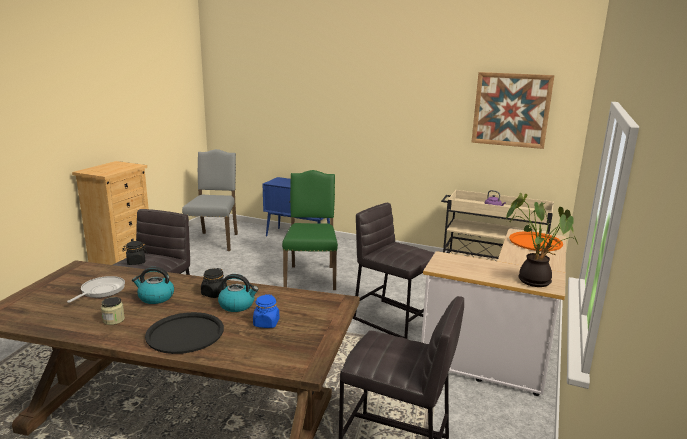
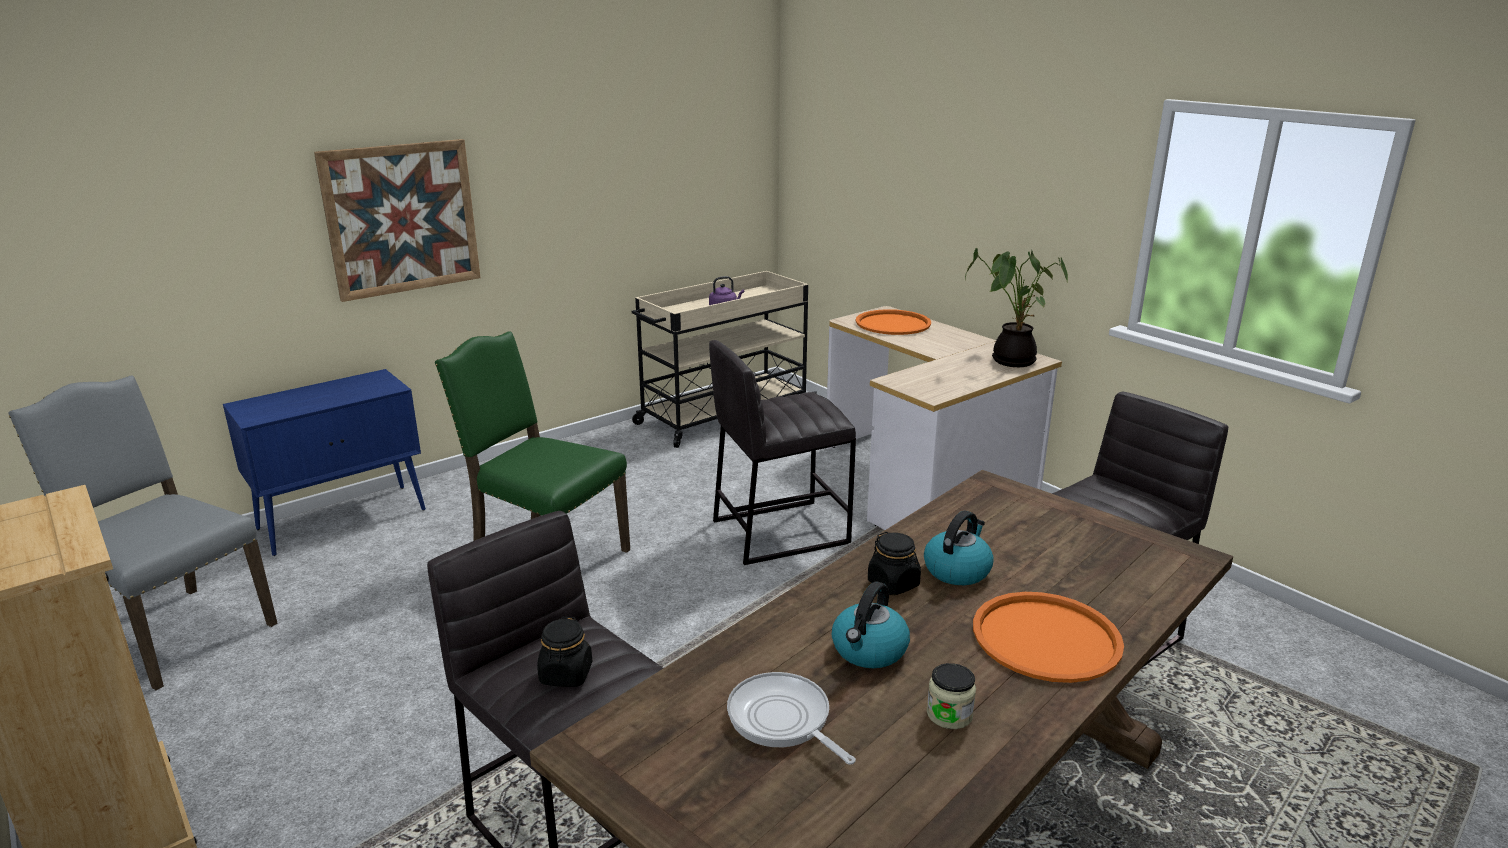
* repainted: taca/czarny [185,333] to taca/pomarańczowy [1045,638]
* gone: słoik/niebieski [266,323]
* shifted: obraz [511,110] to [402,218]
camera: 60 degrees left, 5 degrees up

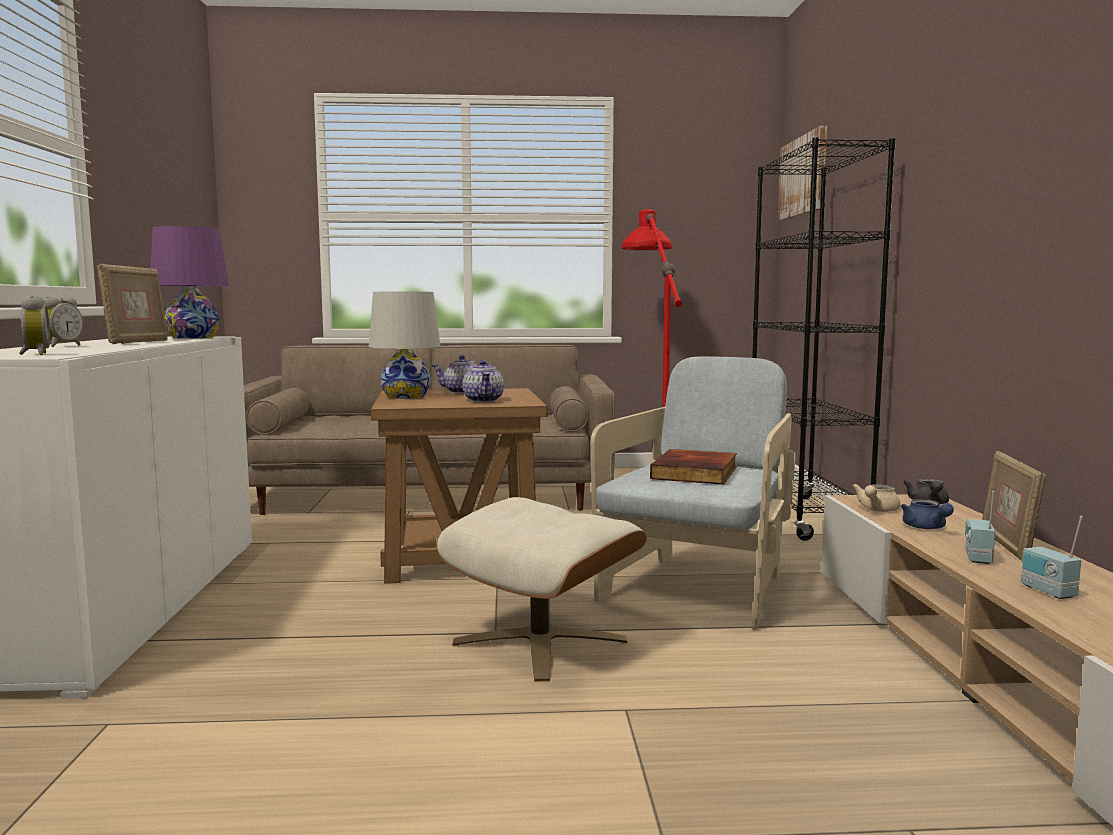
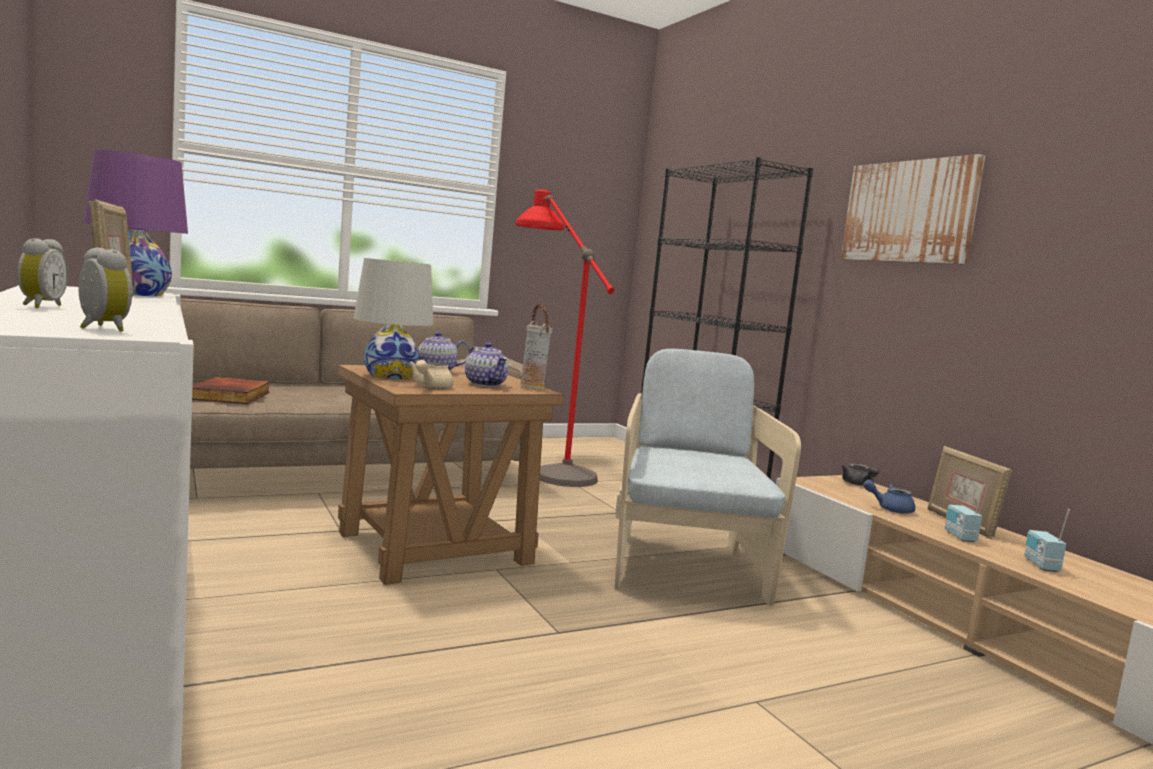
* gone: pufa/beżowy [541,641]
* shifted: książka [696,473] to [231,396]
* shifted: obraz [803,176] to [909,212]
* shifted: imbryk/beżowy [876,509] to [430,387]
* rotated: imbryk/niebieski [926,528] = [889,509] 135 degrees clockwise
* rotated: radio [1047,591] = [1040,565] 45 degrees clockwise
* new: wazon [533,388]
camera: 25 degrees left, 0 degrees up

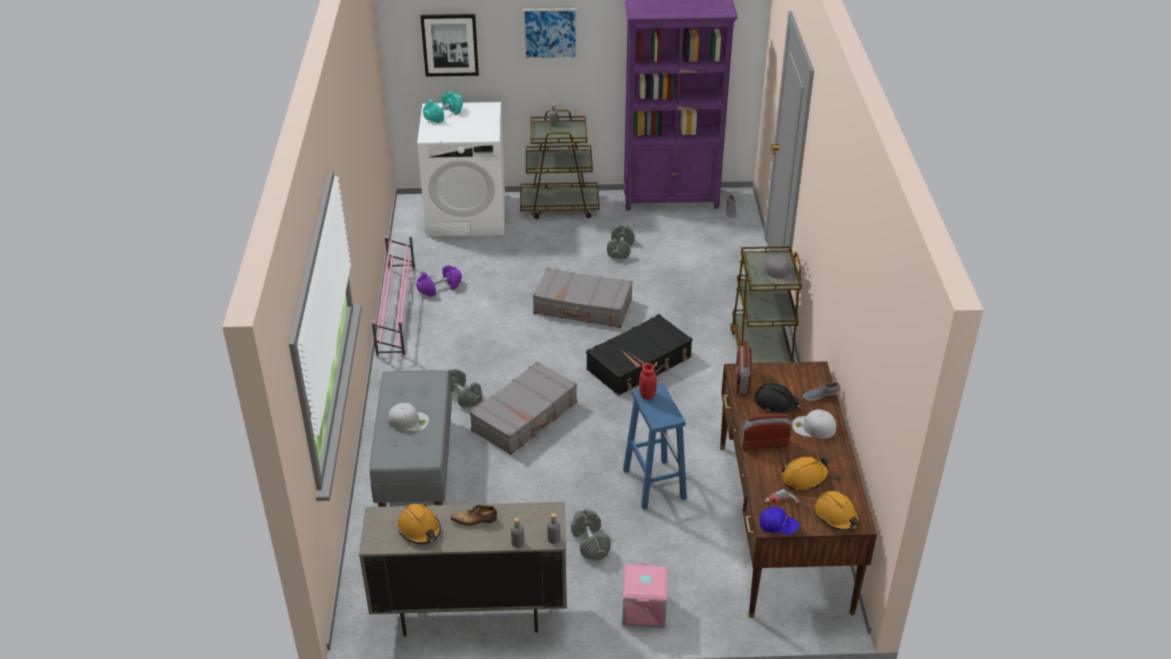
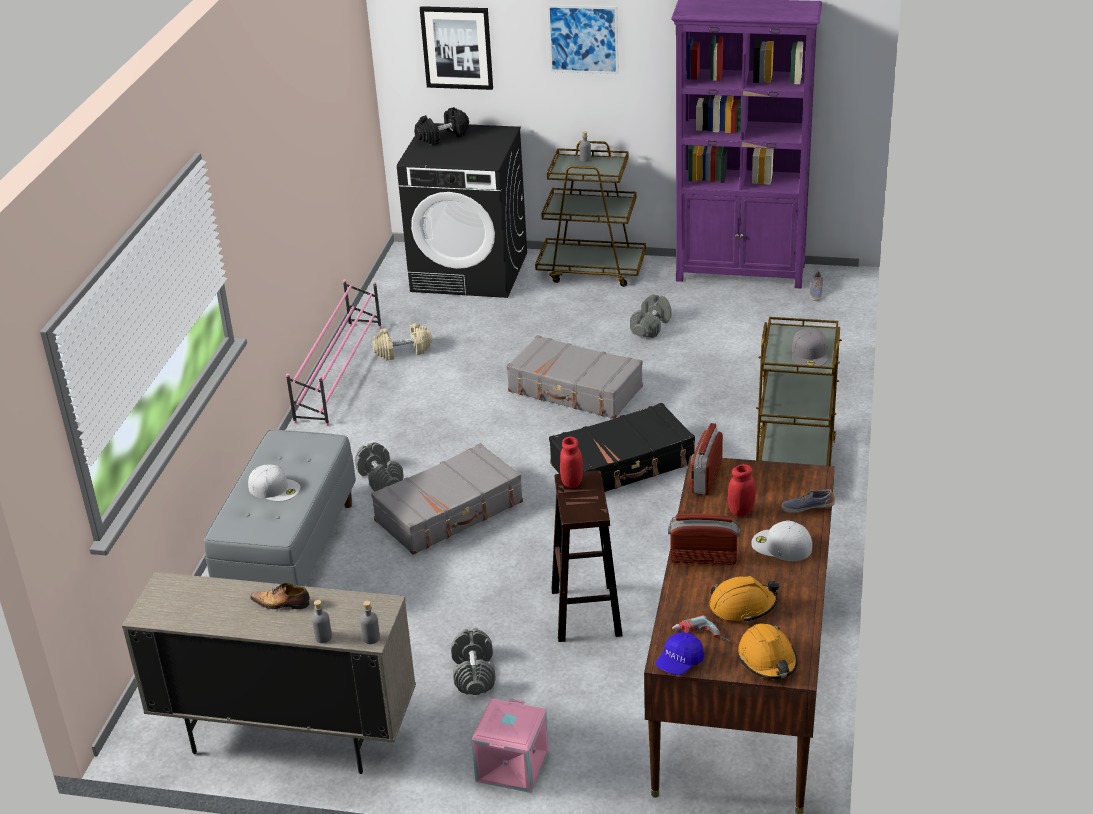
* gone: kask/pomarańczowy [419,529]
* repainted: hantel/fioletowy [439,287] to hantel/beżowy [403,351]
* repainted: pralka/biały [467,215] to pralka/czarny [470,272]
* repainted: hantel/turkusowy [443,115] to hantel/czarny [442,137]
* repainted: stołek/niebieski [653,483] to stołek/brązowy [585,611]
* swapped: kask/czarny [776,404] to słoik/czerwony [741,511]
* rotated: czapka z daszkiem/niebieski [778,526] = [679,663] 90 degrees clockwise
camera: 15 degrees right, 5 degrees down

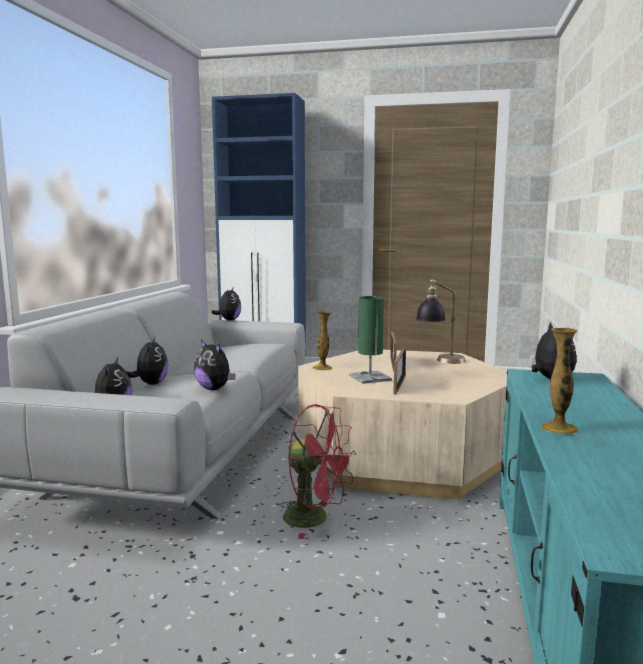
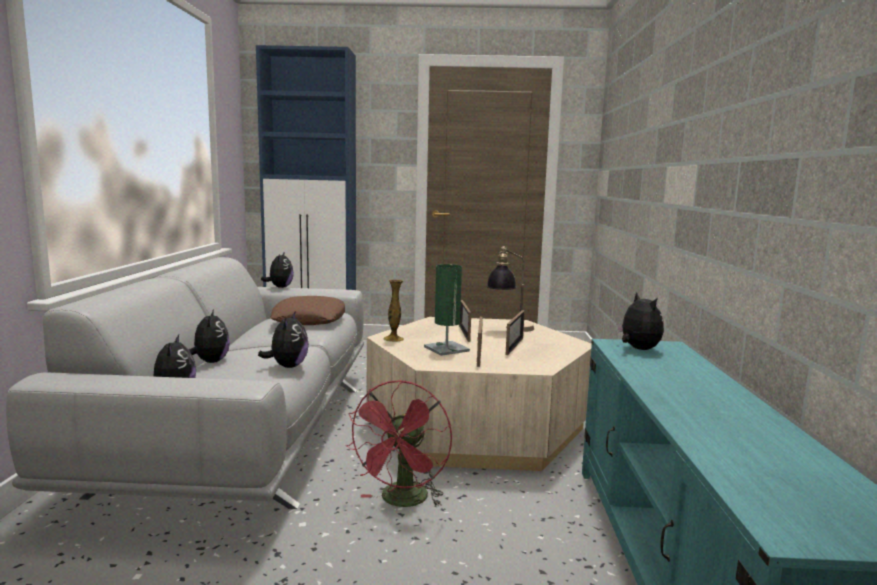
* rotated: pluszak [214,389] = [287,366] 120 degrees counterclockwise
* rotated: wentylator/czerwony [315,519] = [402,502] 90 degrees clockwise
* gone: wazon [559,428]
* new: poduszka/brązowy [309,319]
* new: ramka na zdjęcie [514,346]
camera: 10 degrees left, 0 degrees up

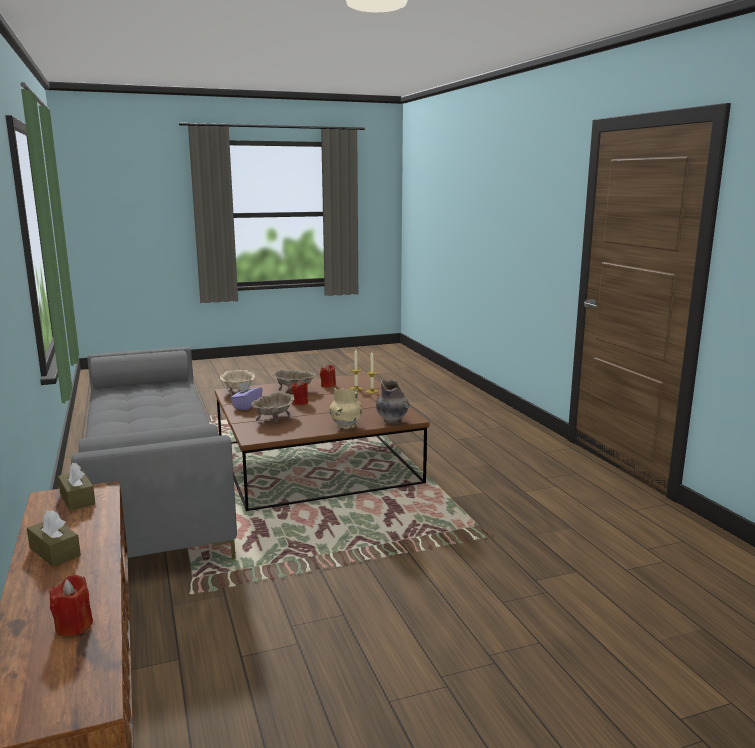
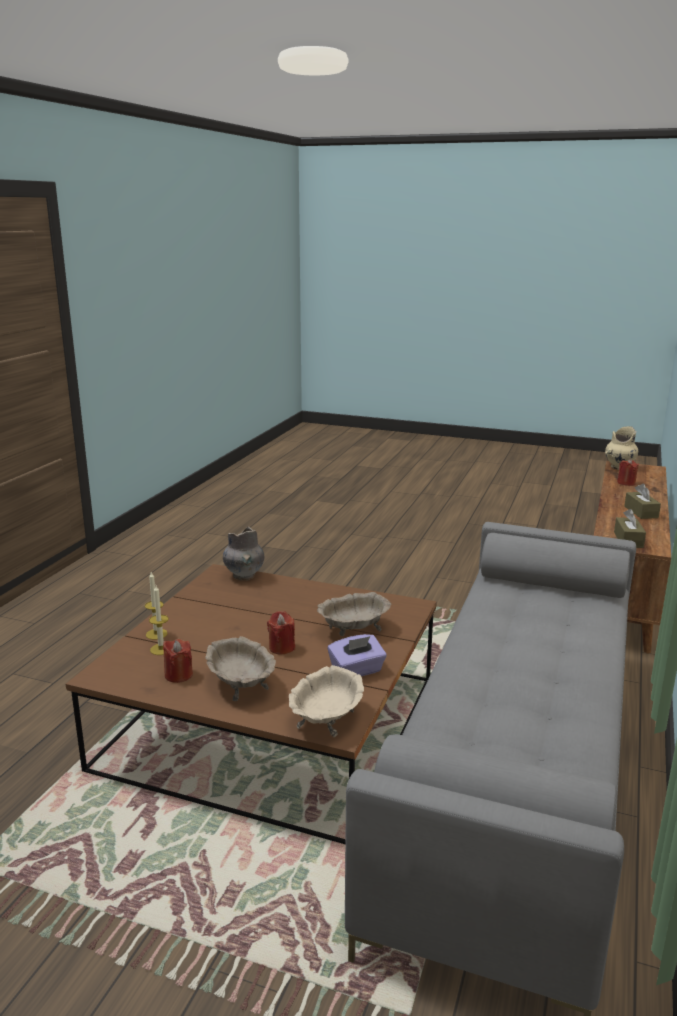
* shifted: wazon/beżowy [346,426] to [619,467]
camera: 140 degrees left, 5 degrees up

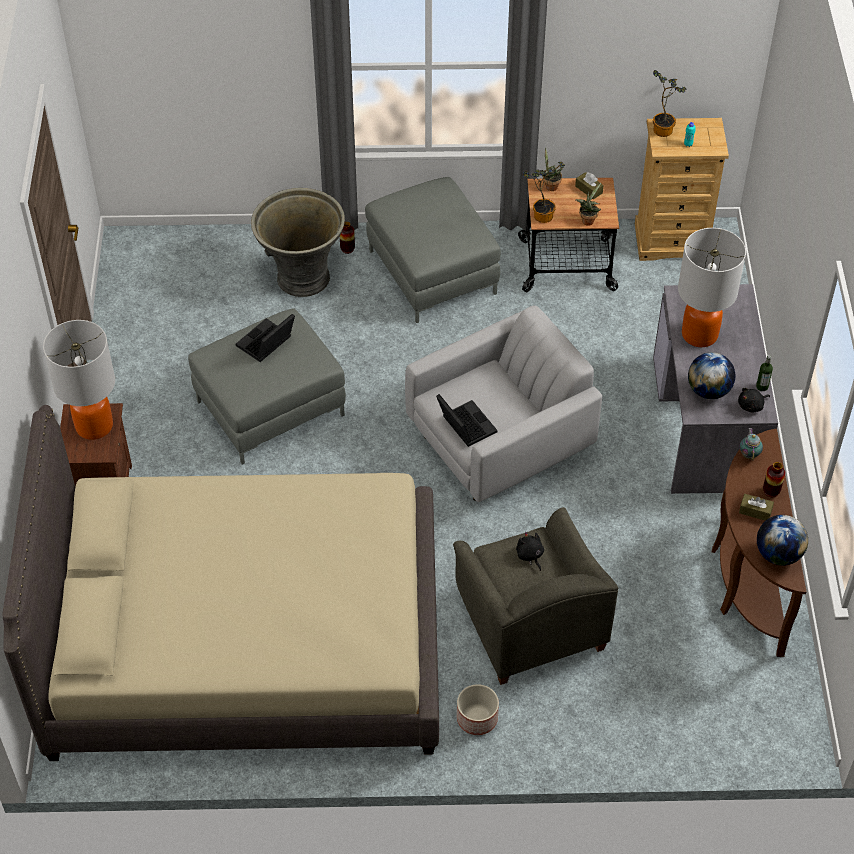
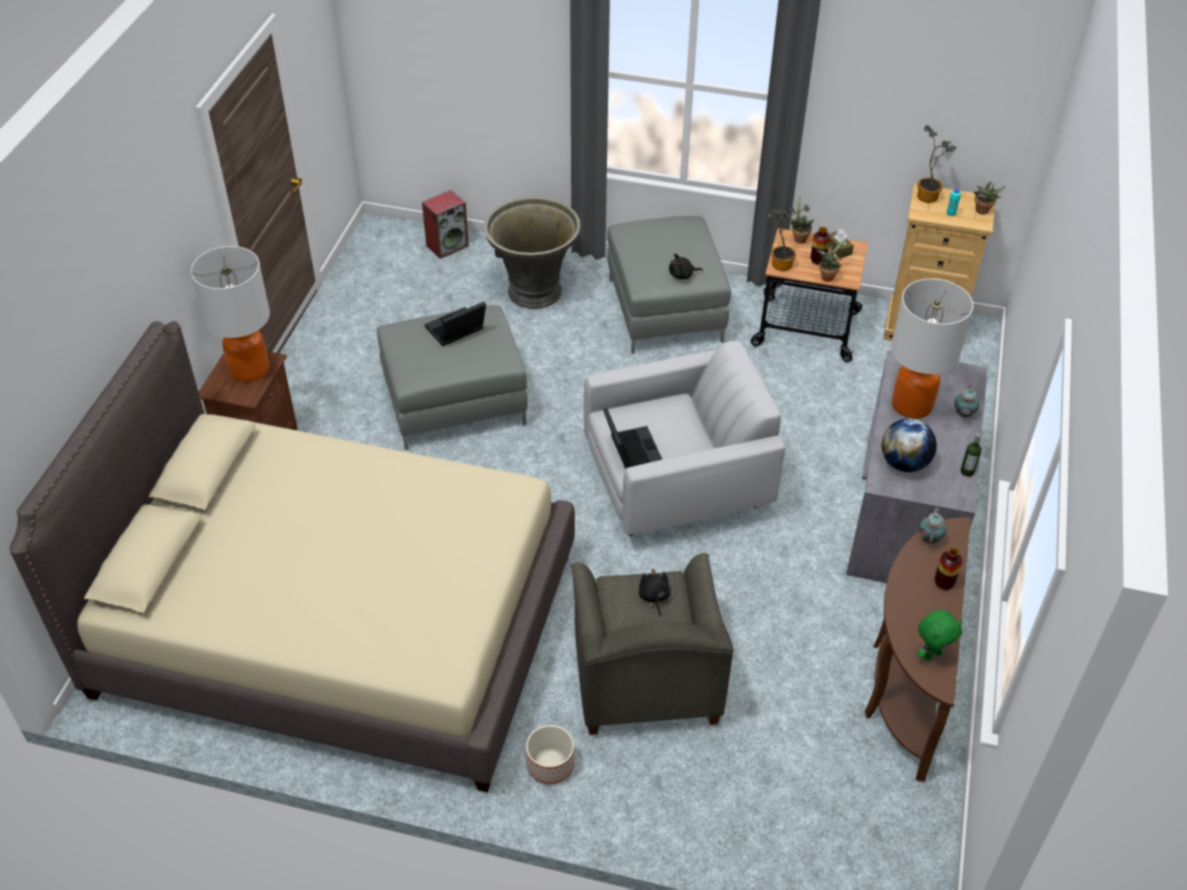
* shifted: wazon [347,249] to [818,260]
* shifted: pluszak/czarny [751,405] to [682,275]
* gone: pudełko chusteczek/brązowy [755,511]
* swapped: globus [778,554] to pluszak/zielony [932,654]
* new: głośnik [447,245]
* new: imbryk [963,415]
* new: roślina doniczkowa [982,212]
camera: 15 degrees right, 5 degrees down

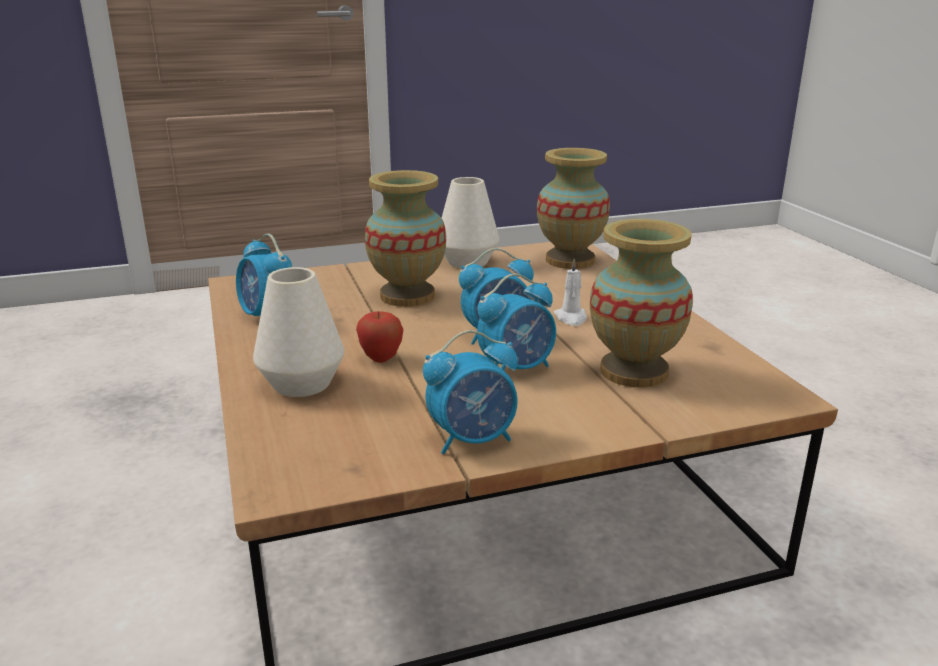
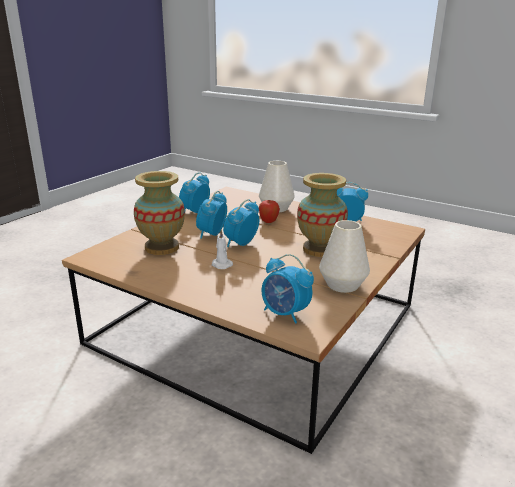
* swapped: wazon [569,260] to budzik [285,313]
camera: 140 degrees right, 0 degrees up

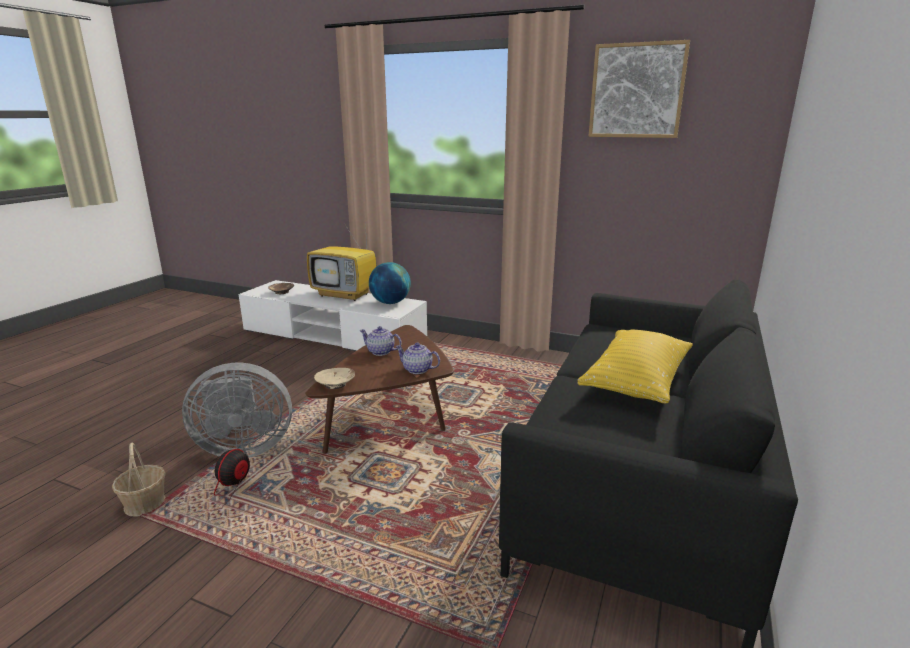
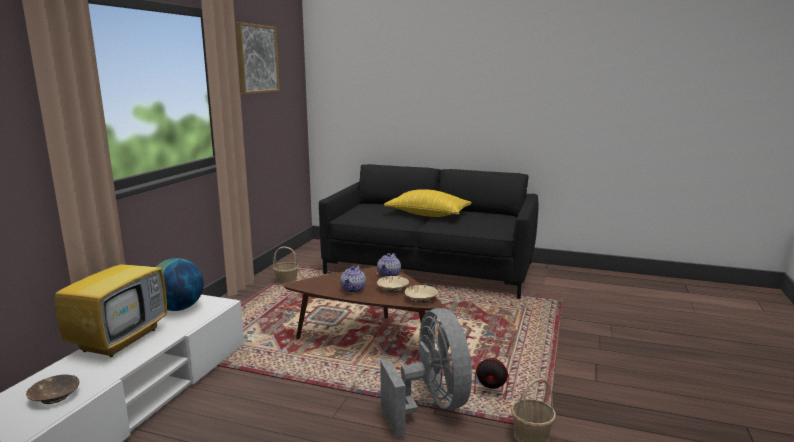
* new: koszyk [286,281]
* new: miska/beżowy [393,289]
camera: 95 degrees left, 5 degrees down

